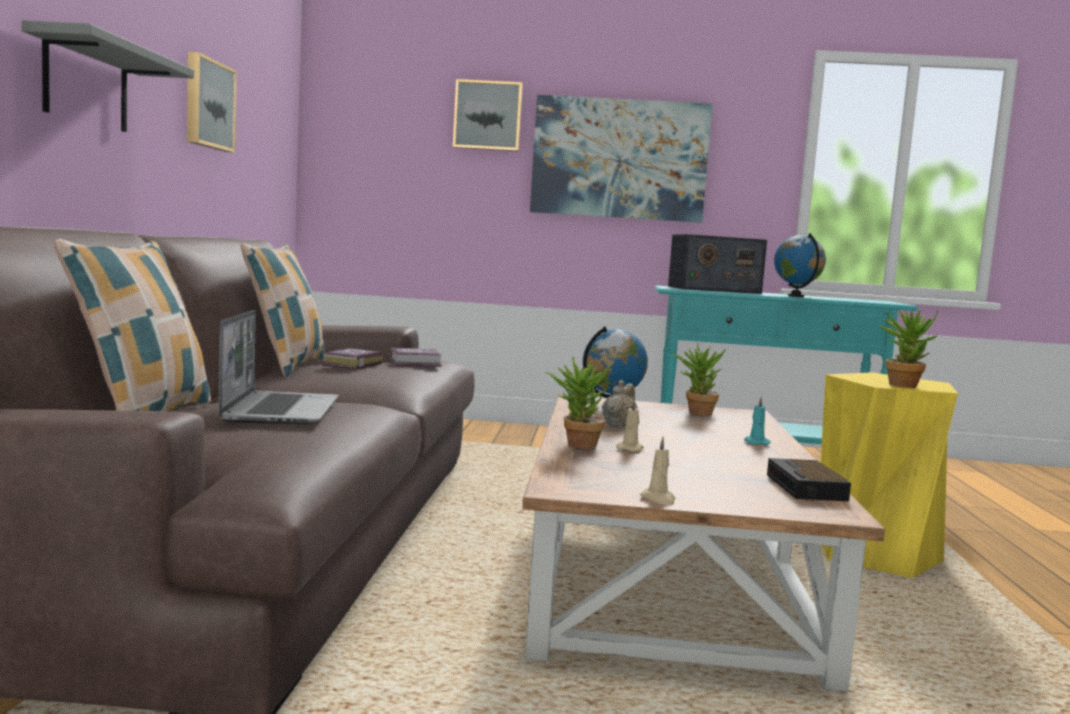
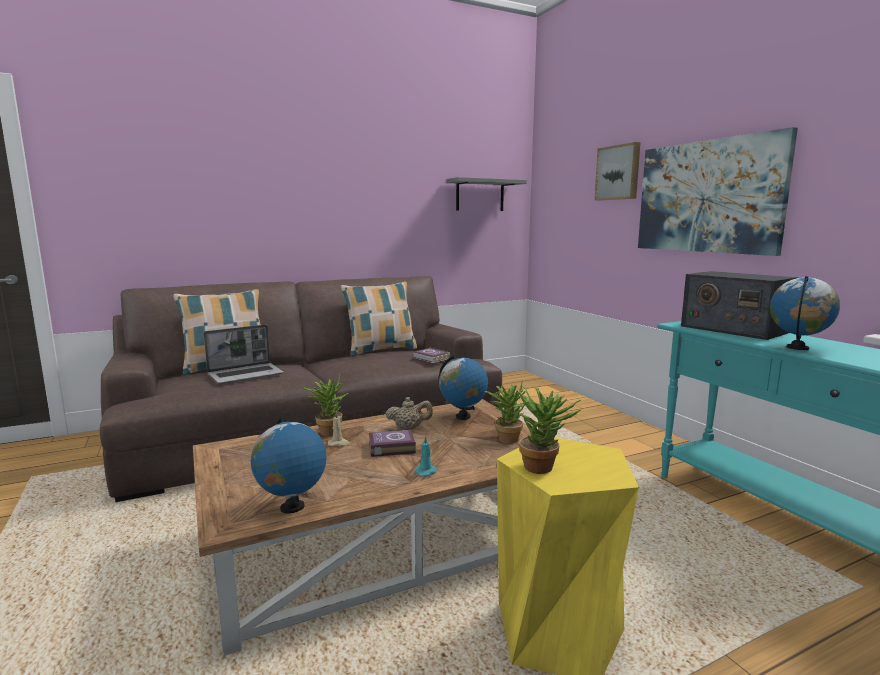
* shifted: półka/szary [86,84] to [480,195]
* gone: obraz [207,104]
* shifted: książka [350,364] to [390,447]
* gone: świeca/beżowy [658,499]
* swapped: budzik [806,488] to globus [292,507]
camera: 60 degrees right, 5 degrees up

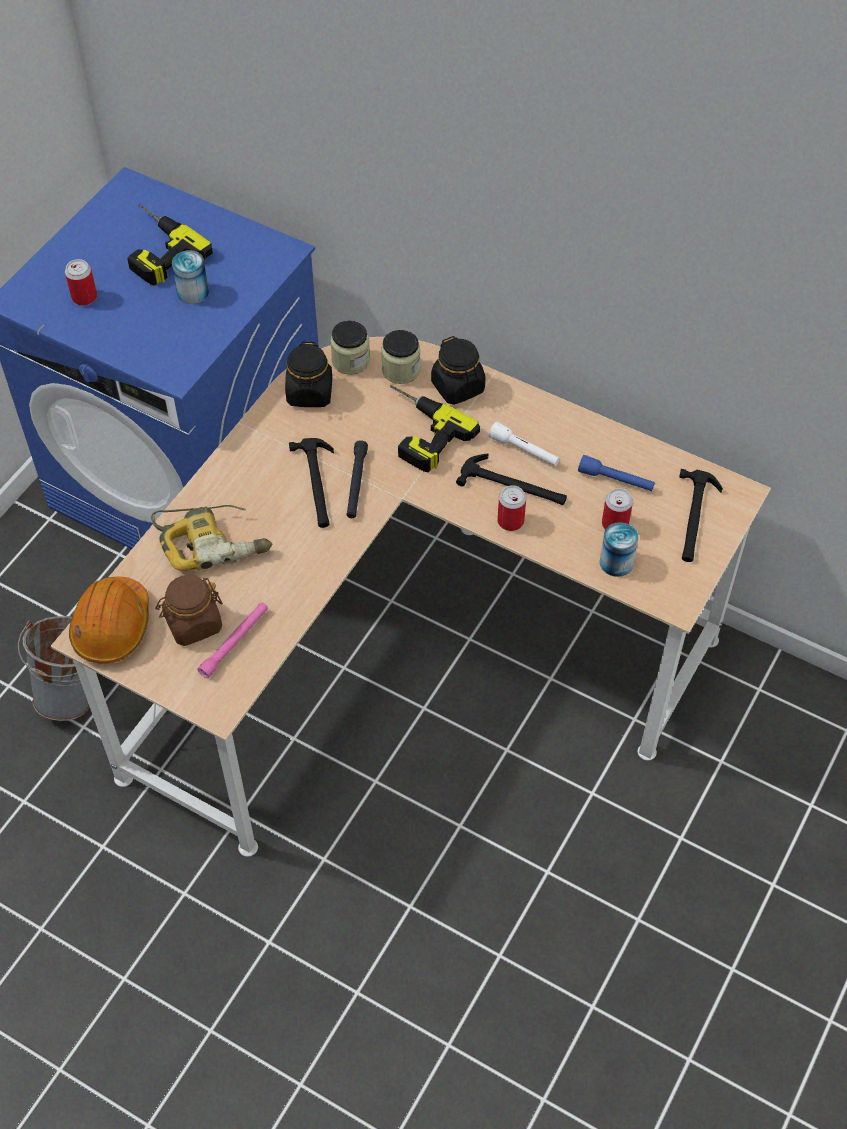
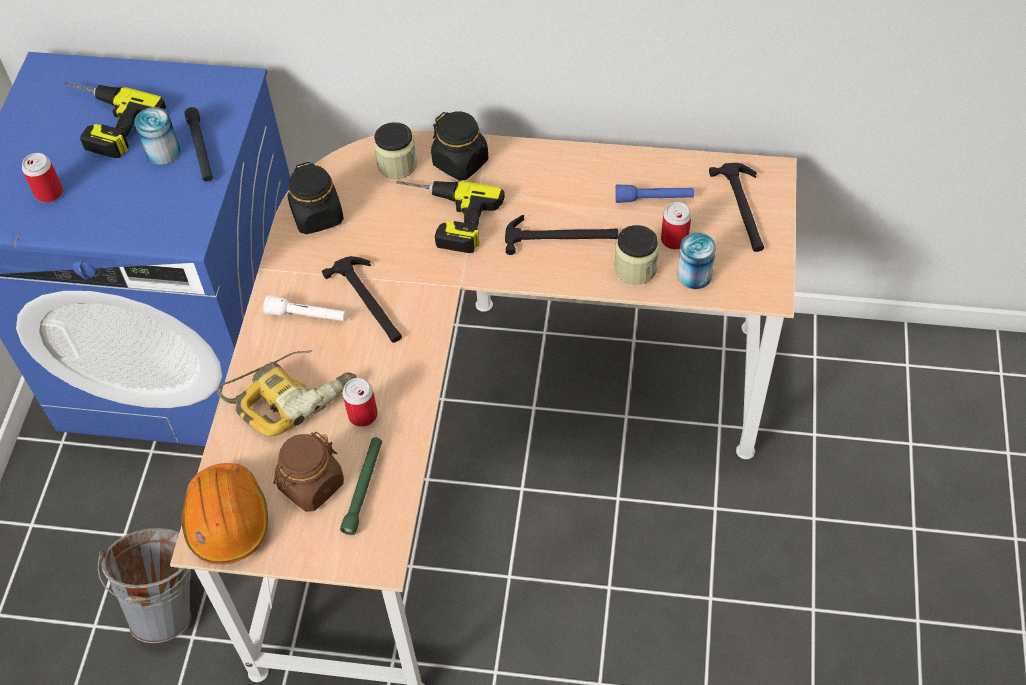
* repainted: latarka/różowy [235,642] to latarka/zielony [363,488]
* shifted: słoik [351,361] to [635,268]
* shifted: latarka/czarny [356,484] to [201,149]
* shifted: latarka/biały [524,451] to [307,316]
* shifted: puszka [510,521] to [362,415]
camera: 20 degrees left, 0 degrees up

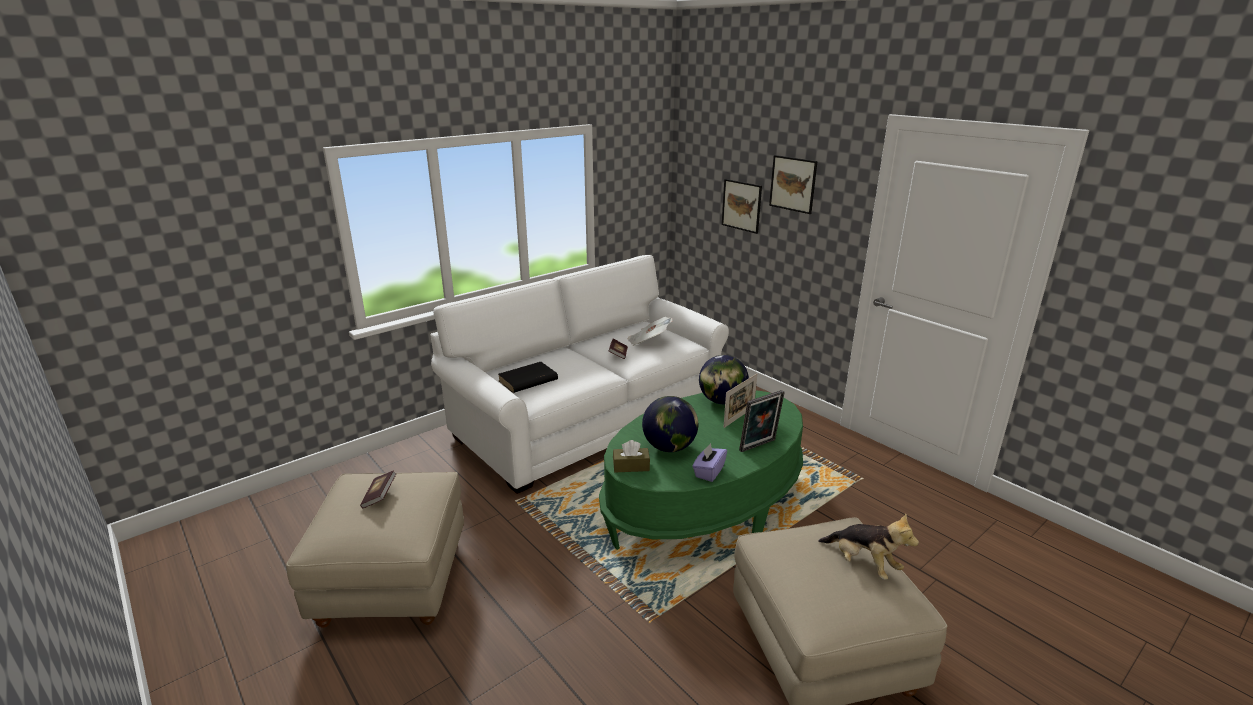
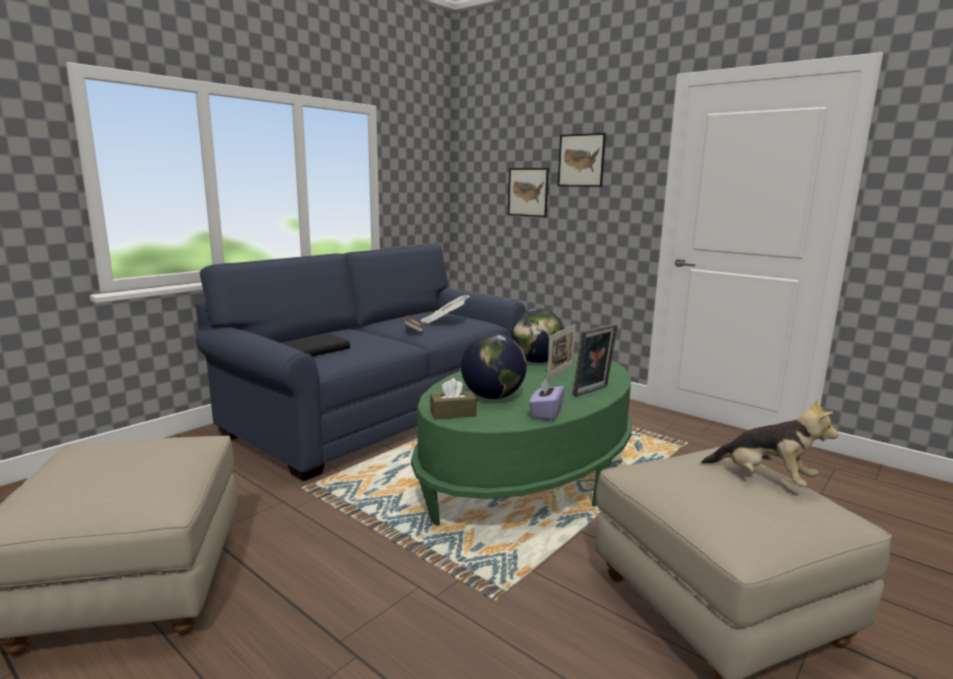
* gone: książka [379,496]
* repainted: kanapa/biały [589,421] to kanapa/niebieski [381,412]
camera: 10 degrees left, 10 degrees down

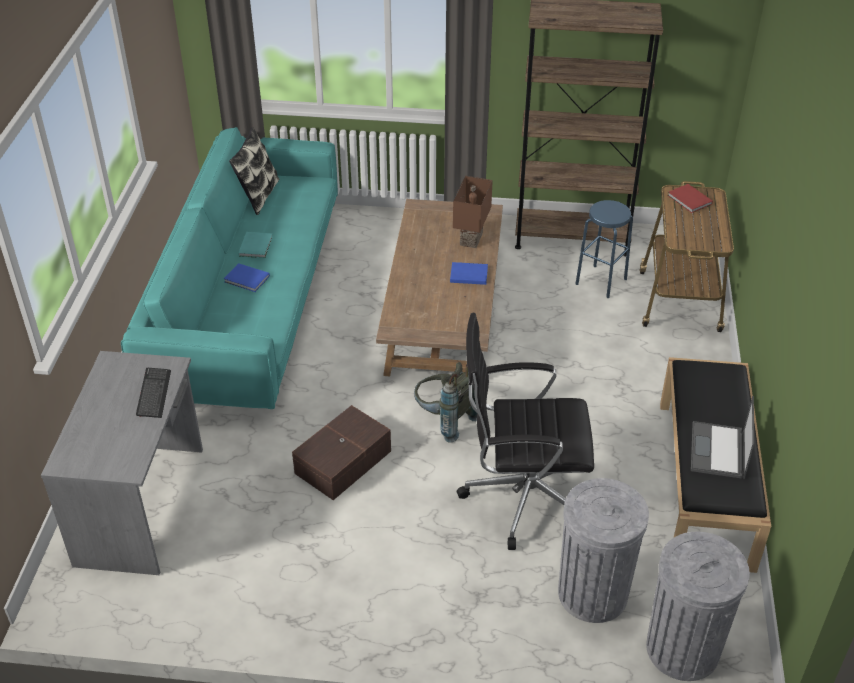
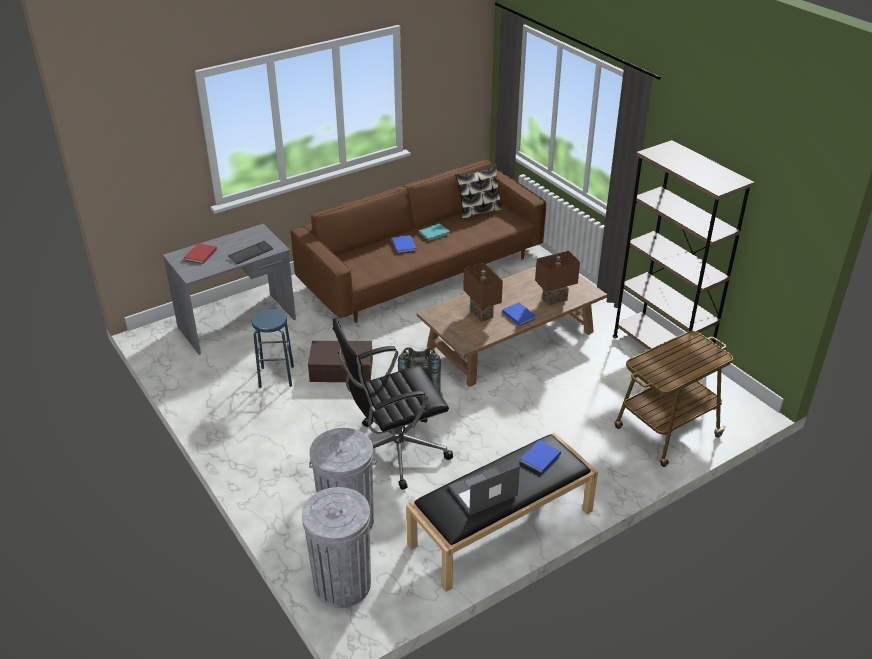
* repainted: kanapa/turkusowy [250,303] to kanapa/brązowy [422,271]
* rotated: krzesło biurowe/czarny [523,496] = [394,451] 75 degrees counterclockwise
* shifted: stołek/niebieski [601,281] to [276,377]
* shifted: książka/czerwony [689,200] to [199,255]
* new: lampa stołowa/brązowy [482,314]
* new: książka/niebieski [539,458]
camera: 50 degrees right, 5 degrees down

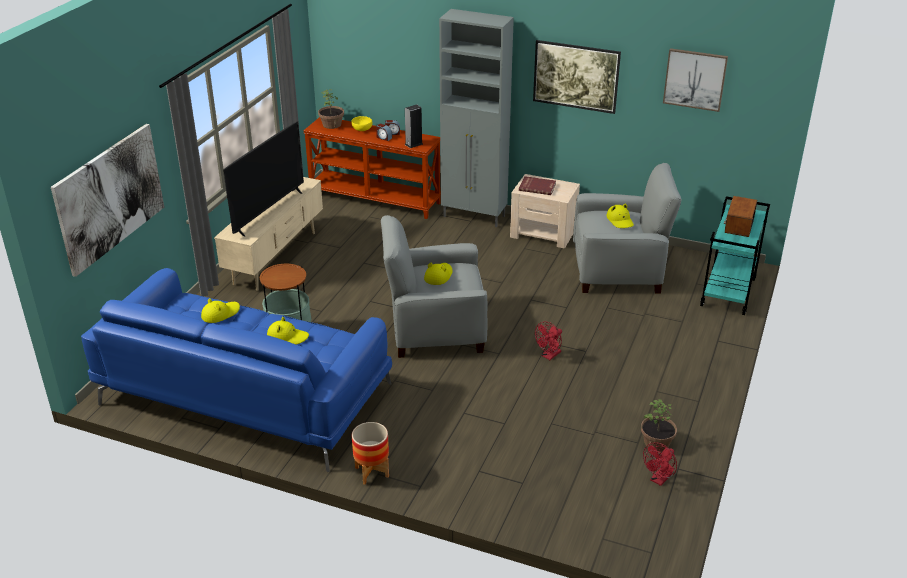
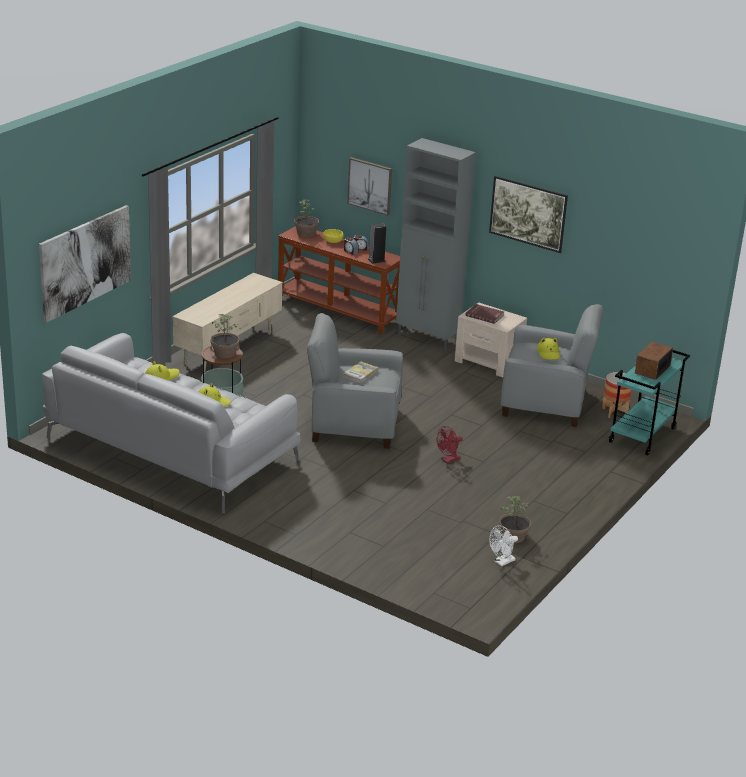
* repainted: kanapa/niebieski [244,394] to kanapa/szary [169,448]
* gone: telewizor [268,212]
* shifted: donica [371,472] to [614,412]
* swapped: kapelusz/żółty [438,276] to książka [360,374]
* repainted: wentylator/czerwony [659,480] to wentylator/biały [502,562]
* shifted: obraz [695,79] to [370,185]
* new: roślina doniczkowa [224,353]
camera: 10 degrees right, 5 degrees down

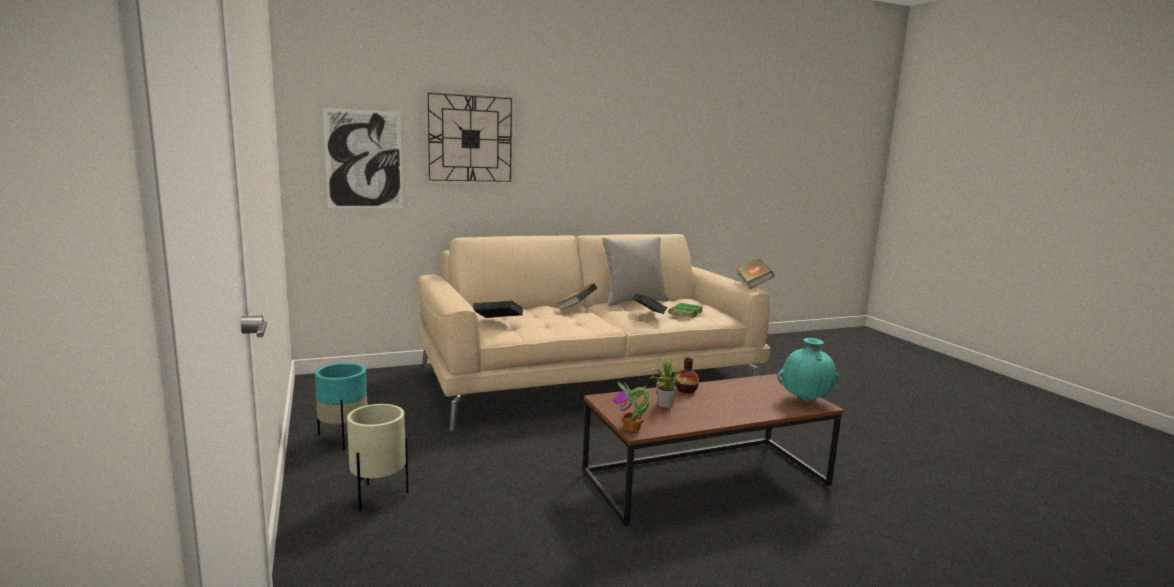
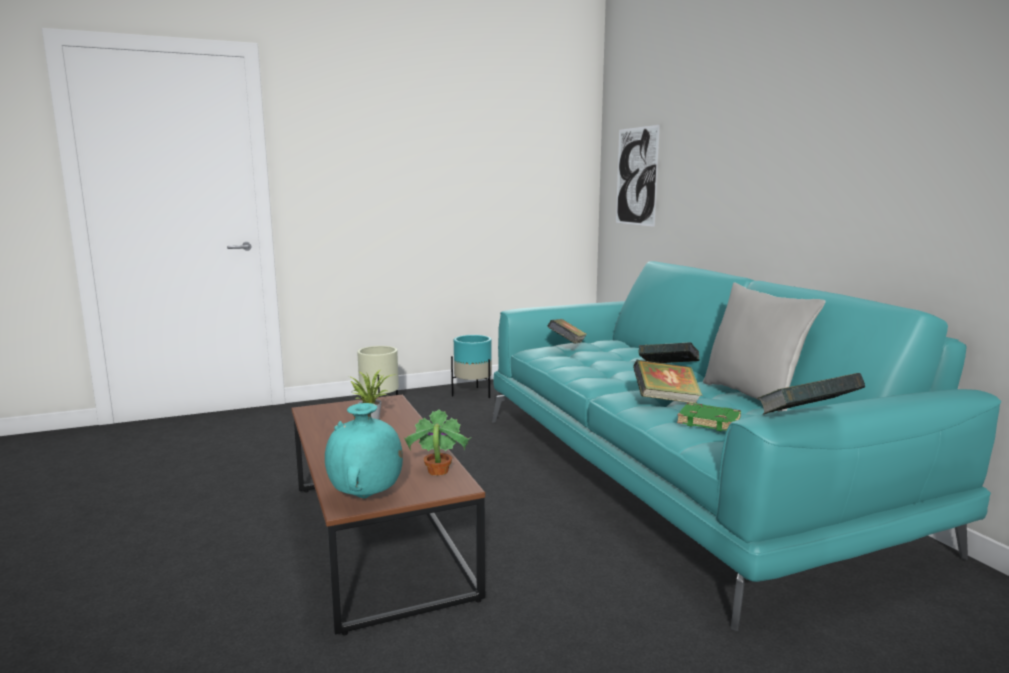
* repainted: kanapa/beżowy [590,377] to kanapa/turkusowy [680,477]
* gone: zegar ścienny [470,139]
* shifted: roślina doniczkowa [632,428] to [437,471]
* gone: wazon [686,390]
camera: 90 degrees right, 0 degrees up

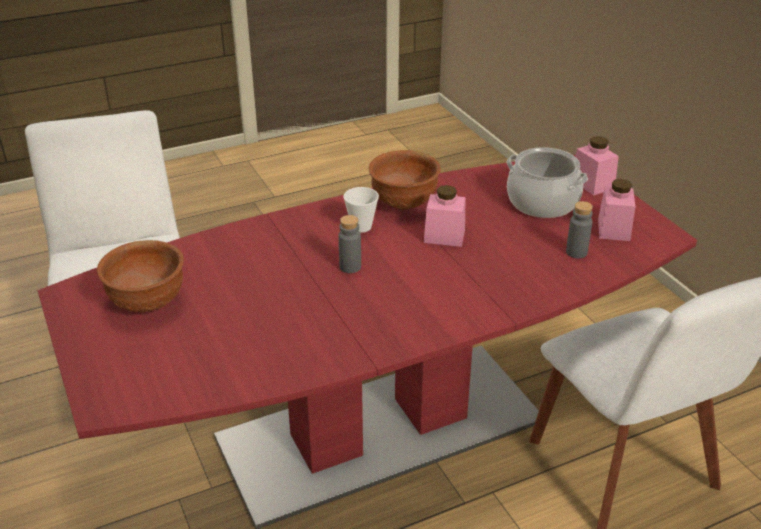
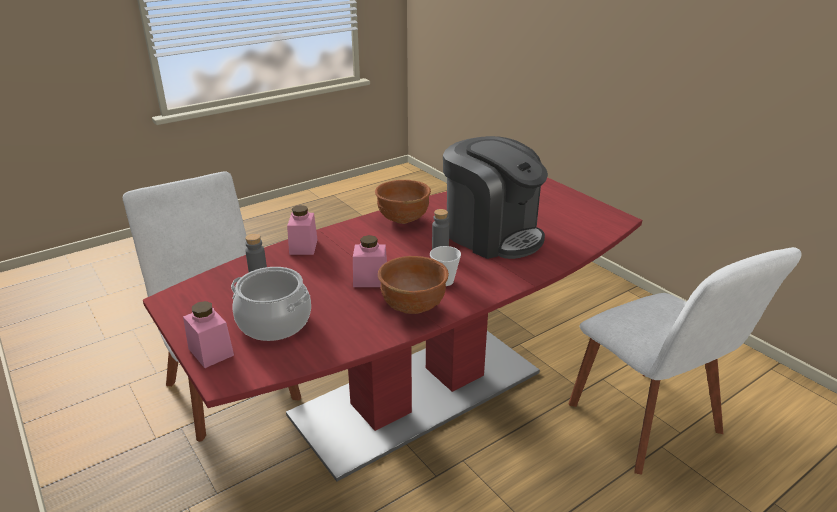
* shifted: miska/brązowy [147,303] to [403,219]
* shifted: słoik/różowy [613,229] to [303,247]
* new: ekspres do kawy [492,235]
camera: 170 degrees right, 5 degrees down

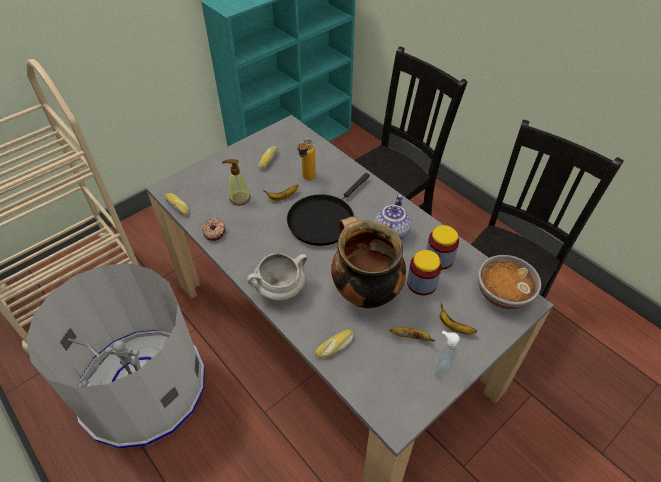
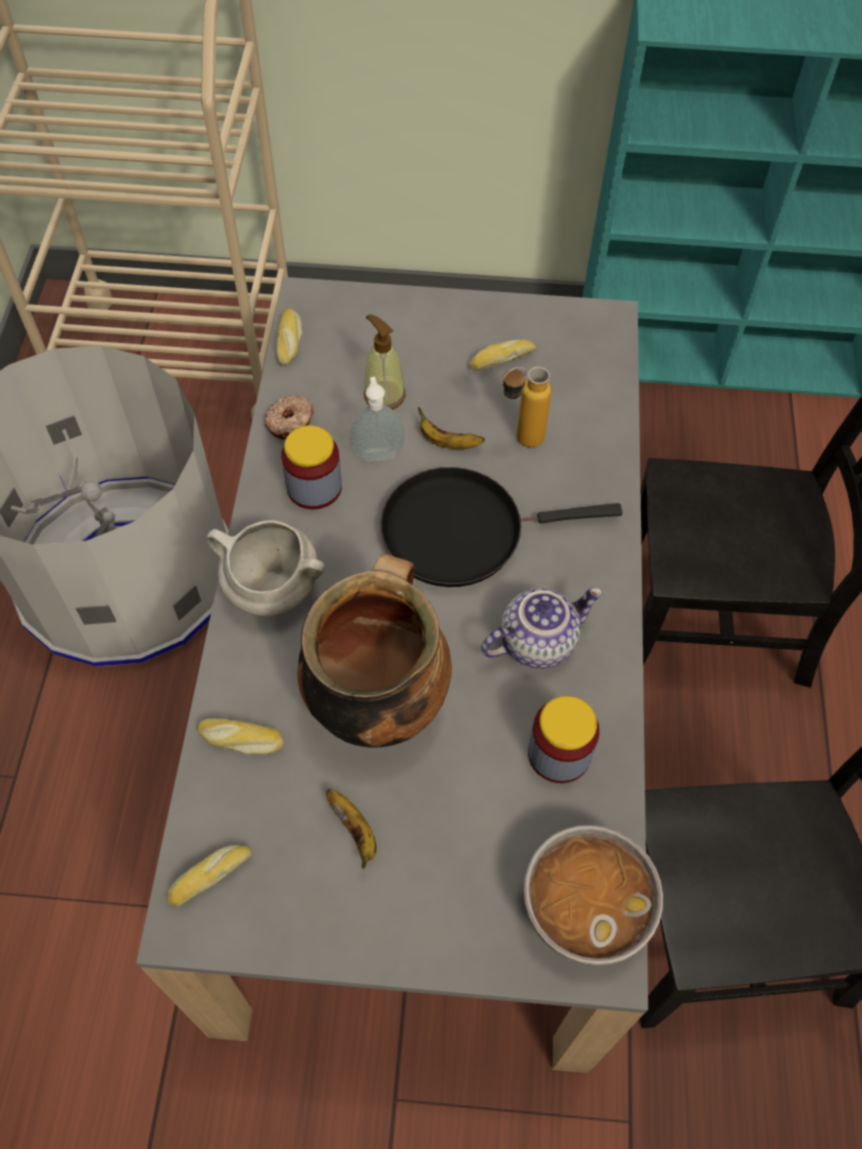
* shifted: słoik [421,283] to [314,487]
* shifted: dozownik mydła [441,368] to [377,453]
* gone: banan [454,327]
* new: chleb [209,875]
camera: 45 degrees right, 10 degrees up

